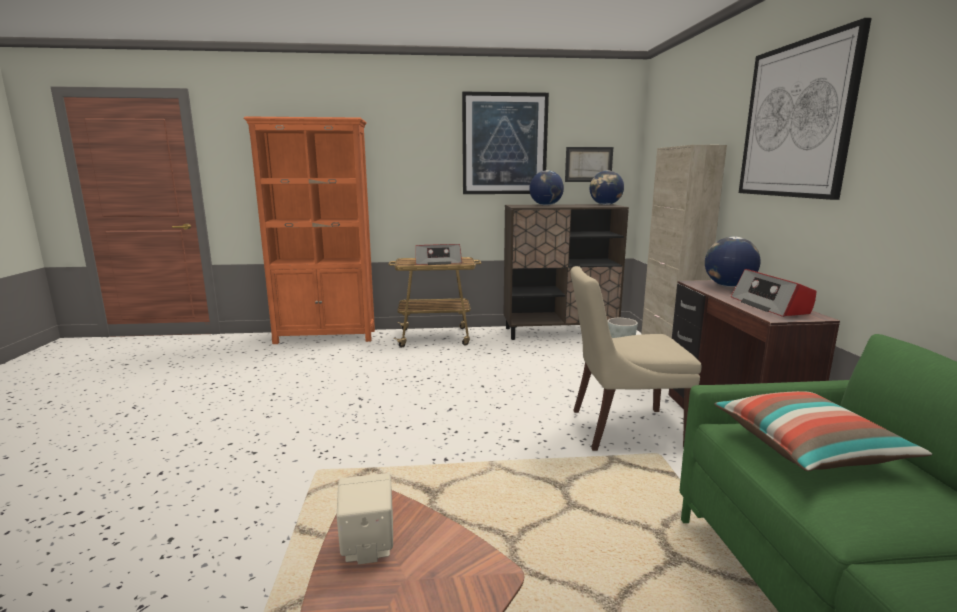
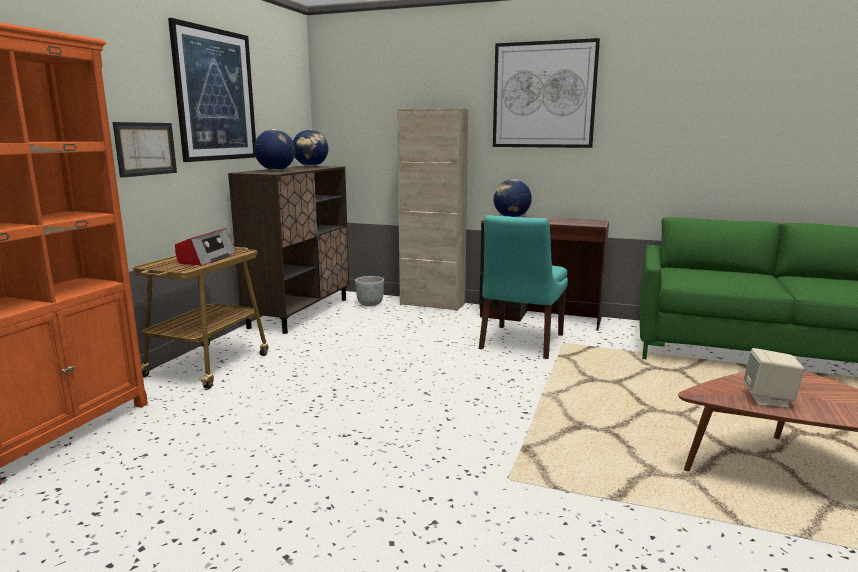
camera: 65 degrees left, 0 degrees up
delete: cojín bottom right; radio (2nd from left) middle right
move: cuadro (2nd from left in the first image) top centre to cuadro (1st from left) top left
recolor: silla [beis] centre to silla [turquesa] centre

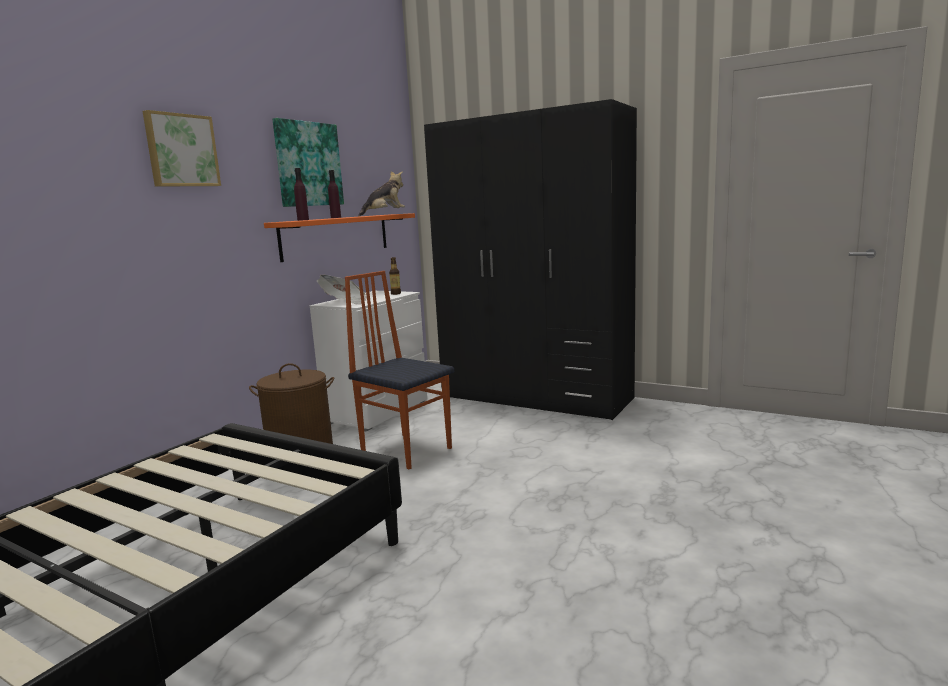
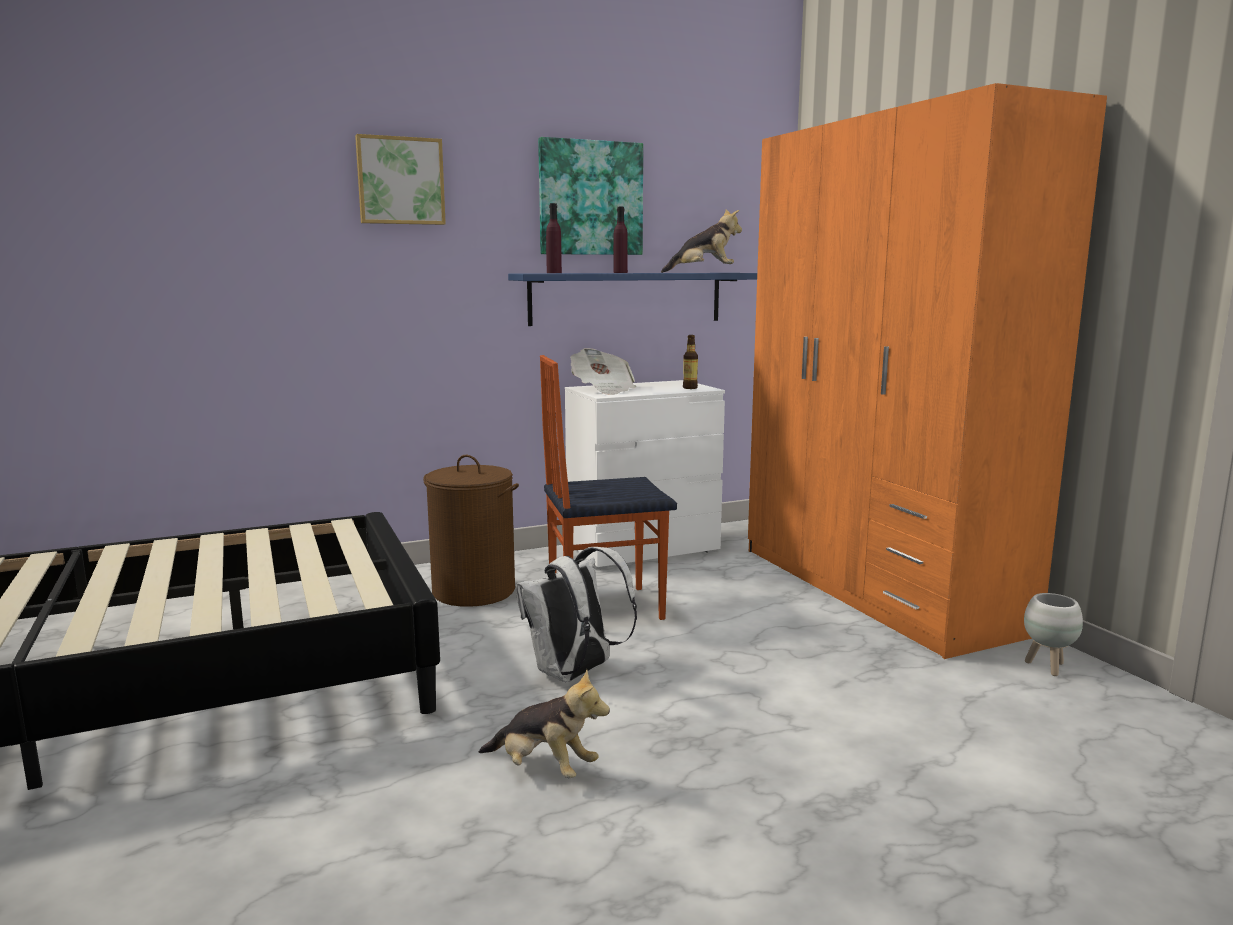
camera: 35 degrees right, 0 degrees up
insert: peluche (1st from left) bottom centre; mochila [blanco] centre; maceta [blanco] bottom right
recolor: estante [naranja] centre to estante [azul] top centre; armario ropero [negro] centre to armario ropero [naranja] middle right
rotate: silla centre = centre 90 degrees counterclockwise

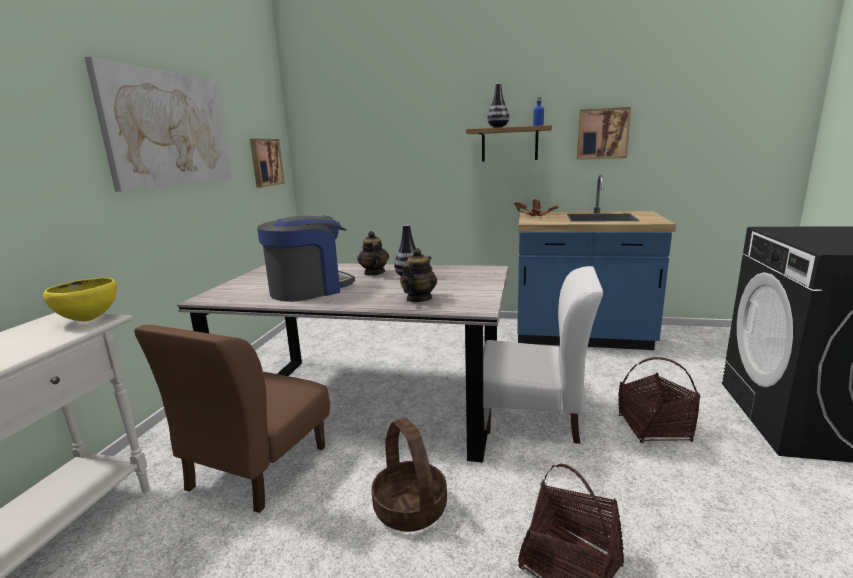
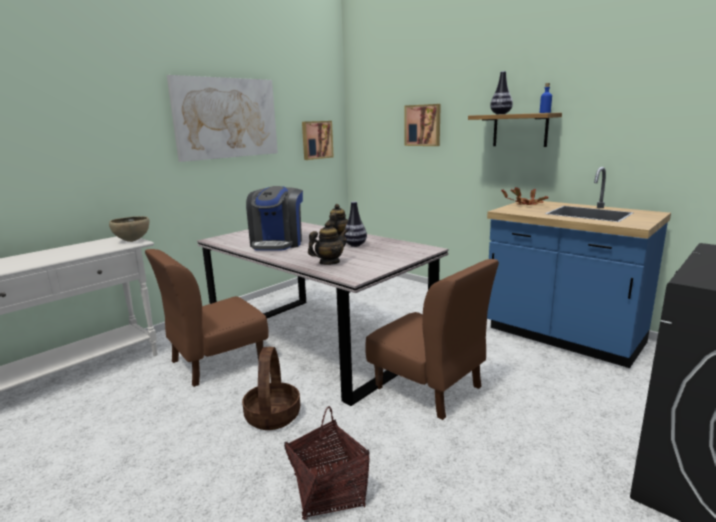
camera: 30 degrees right, 0 degrees up
delete: cesta (3rd from left) bottom right
move: cuadro (3rd from left) top right to top centre
recolor: cuenco [amarillo] middle left to cuenco [marrón] middle left; silla [blanco] centre to silla [marrón] (2nd from left) centre
rotate: cafetera centre = centre 105 degrees clockwise

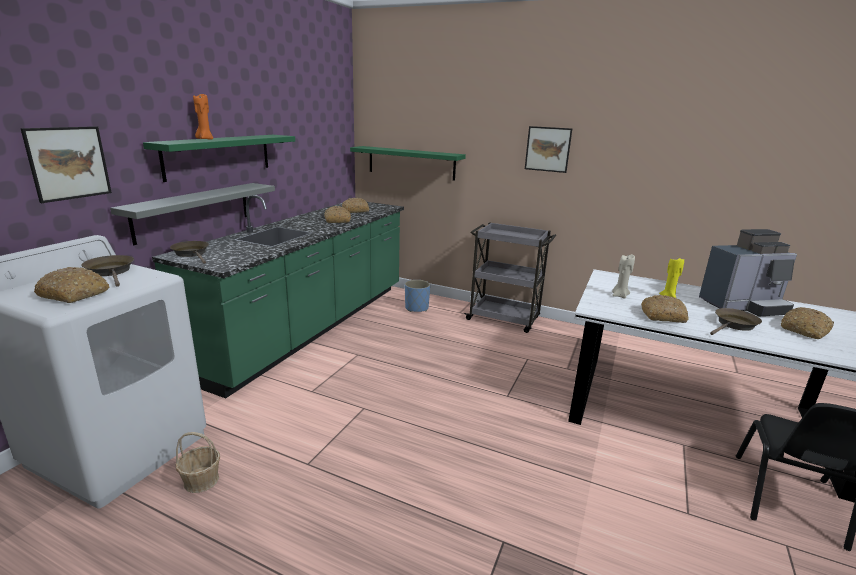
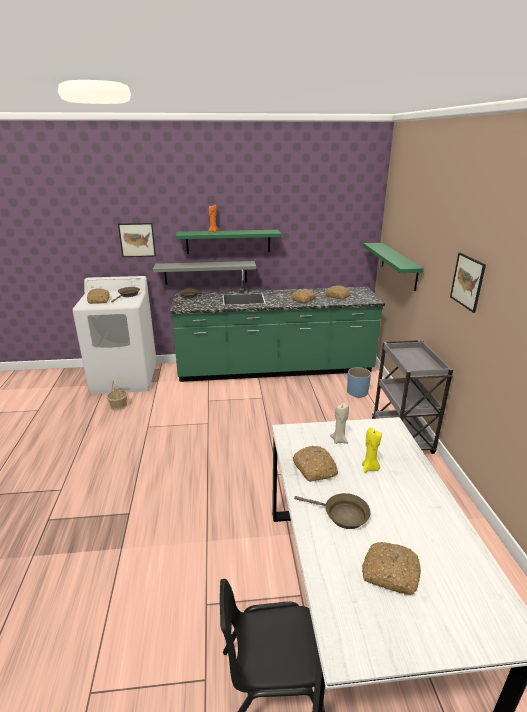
camera: 60 degrees right, 5 degrees up
delete: cafetera middle right

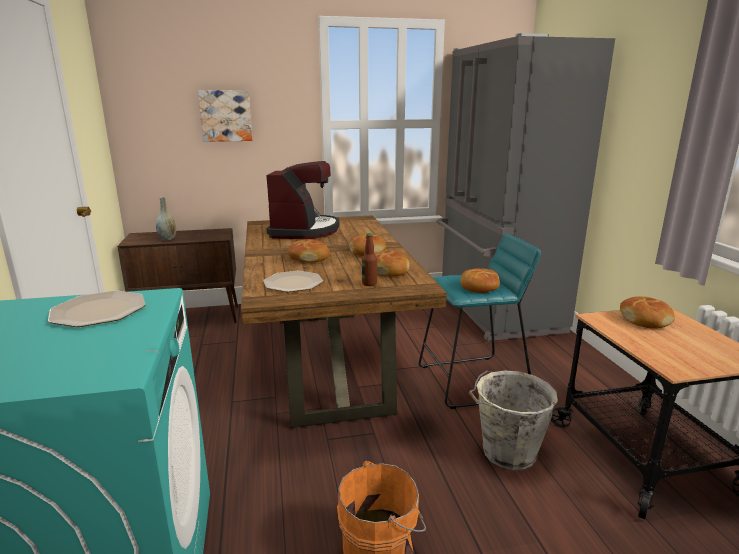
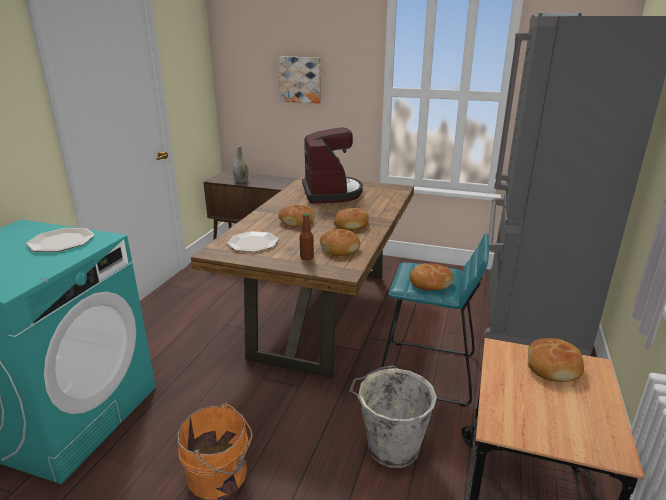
camera: 30 degrees right, 5 degrees up
rotate: cafetera centre = top centre 45 degrees counterclockwise

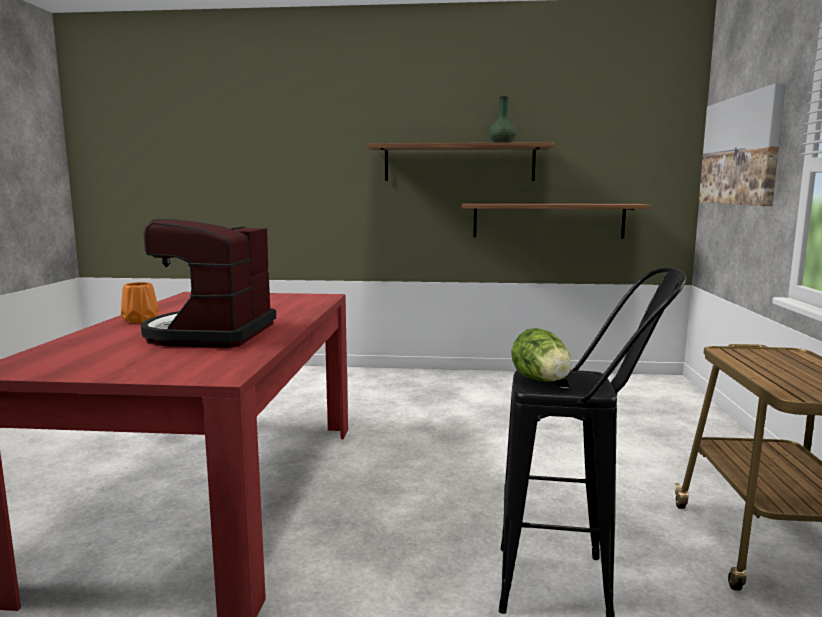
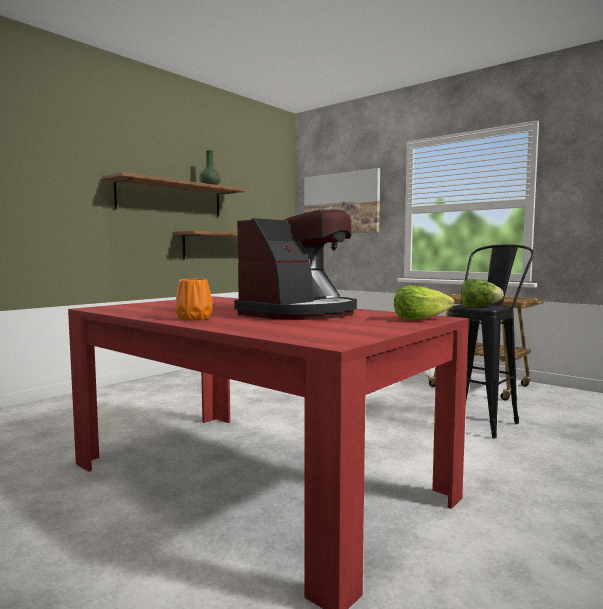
camera: 55 degrees left, 5 degrees down
insert: lechuga (1st from left) middle right
rotate: cafetera middle left = centre 90 degrees counterclockwise

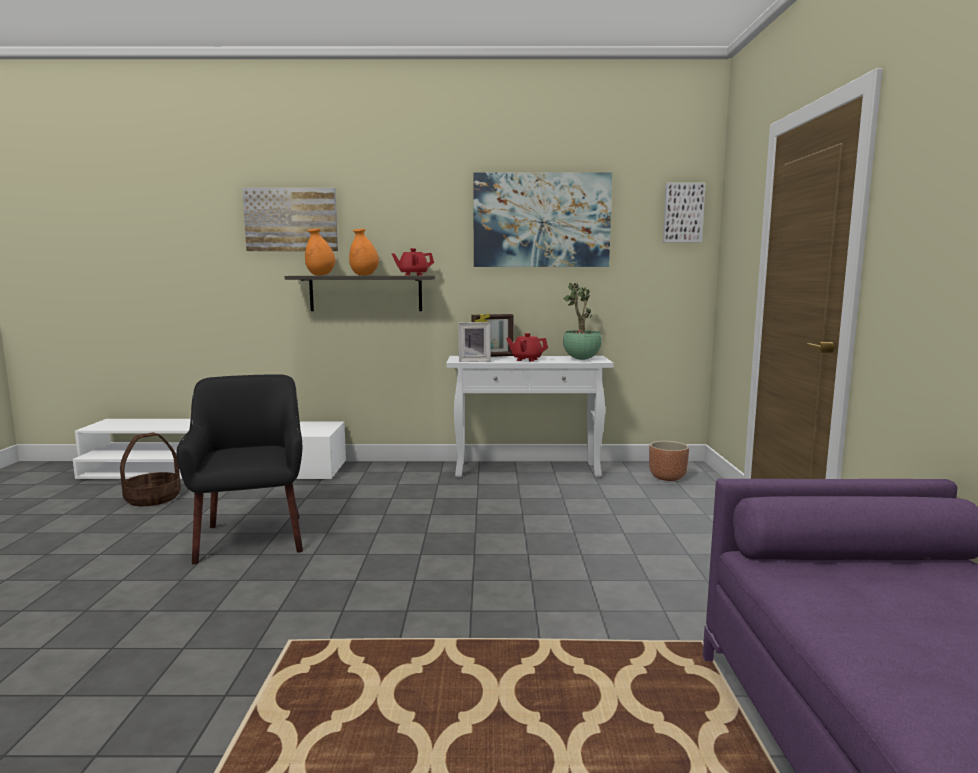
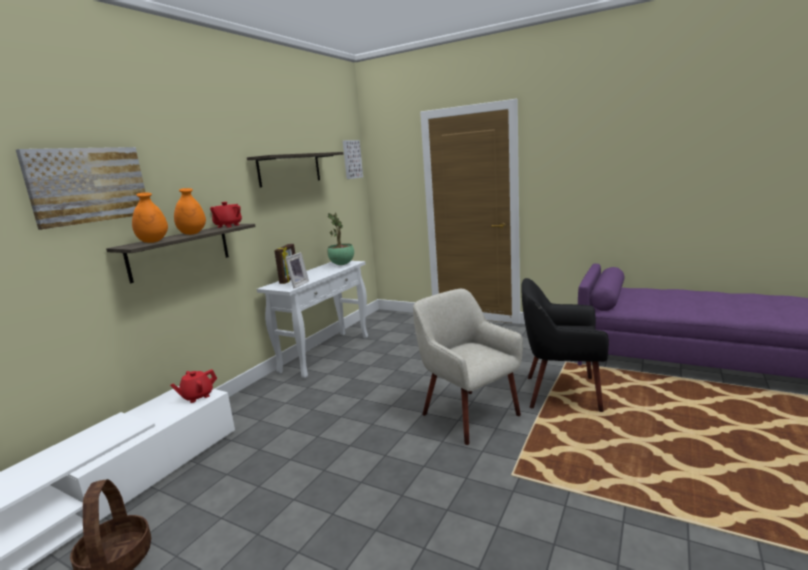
camera: 60 degrees left, 5 degrees up
delete: maceta [marrón] middle right
insert: sillón [beis] centre
move: sillón [negro] middle left to middle right; tetera [rojo] (2nd from left in the first image) centre to tetera [rojo] (1st from left) bottom left
replace: cuadro (2nd from left) top centre to estante (2nd from left) top centre

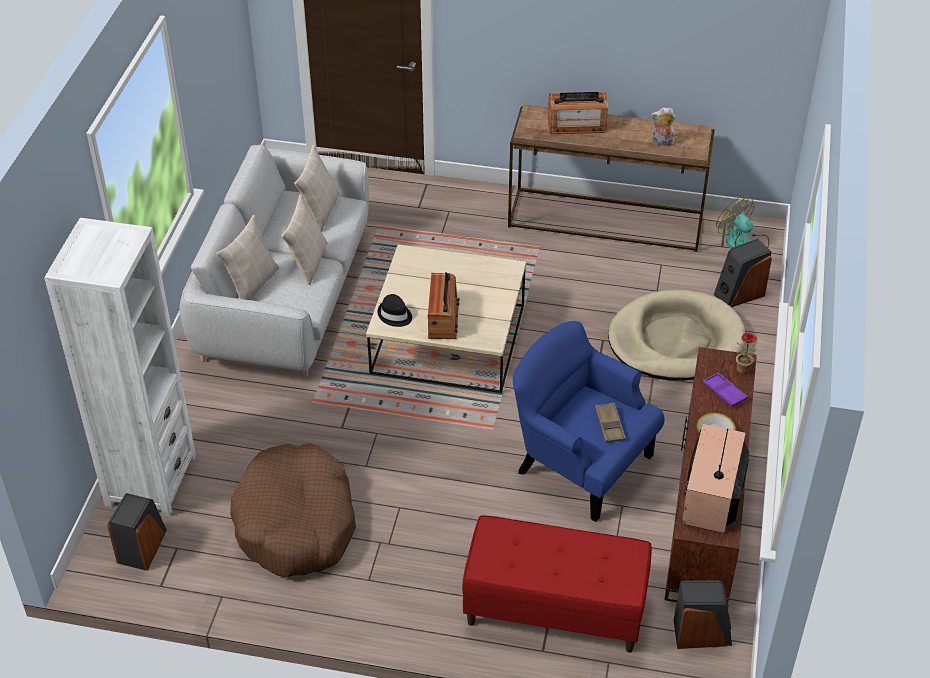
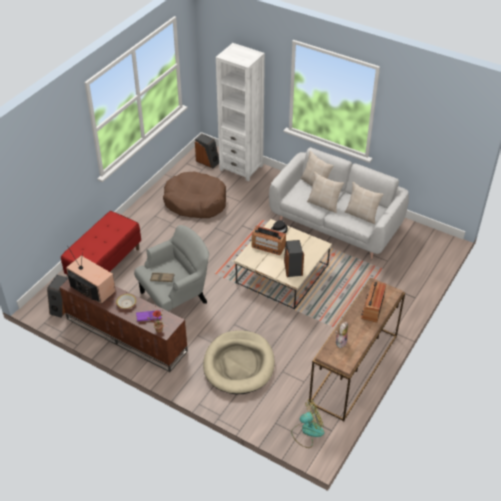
camera: 110 degrees right, 0 degrees up
move: altavoz (3rd from left) middle right to centre
recolor: sillón [azul] centre to sillón [gris] centre

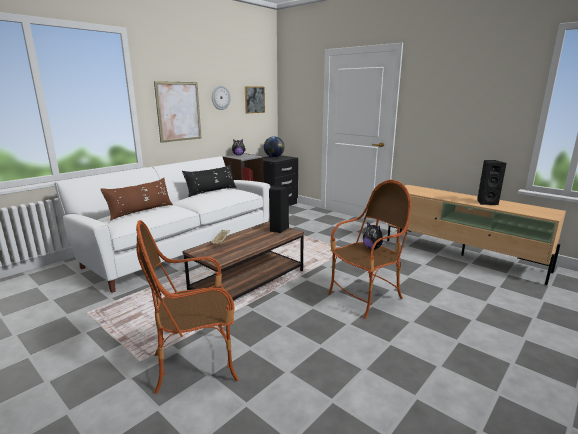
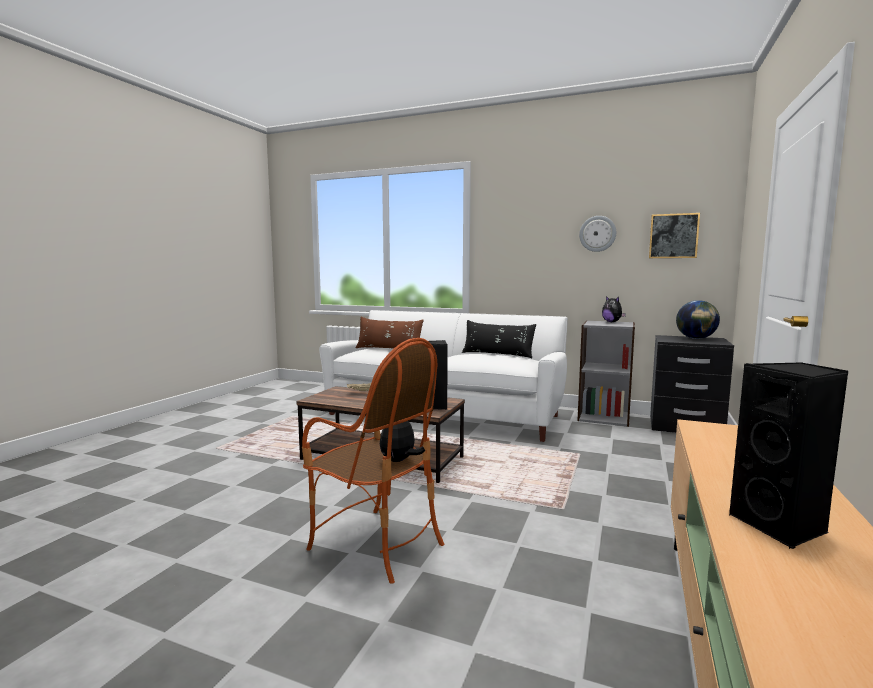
camera: 70 degrees right, 10 degrees down
delete: sillón (1st from left) bottom left; cuadro (1st from left) top left

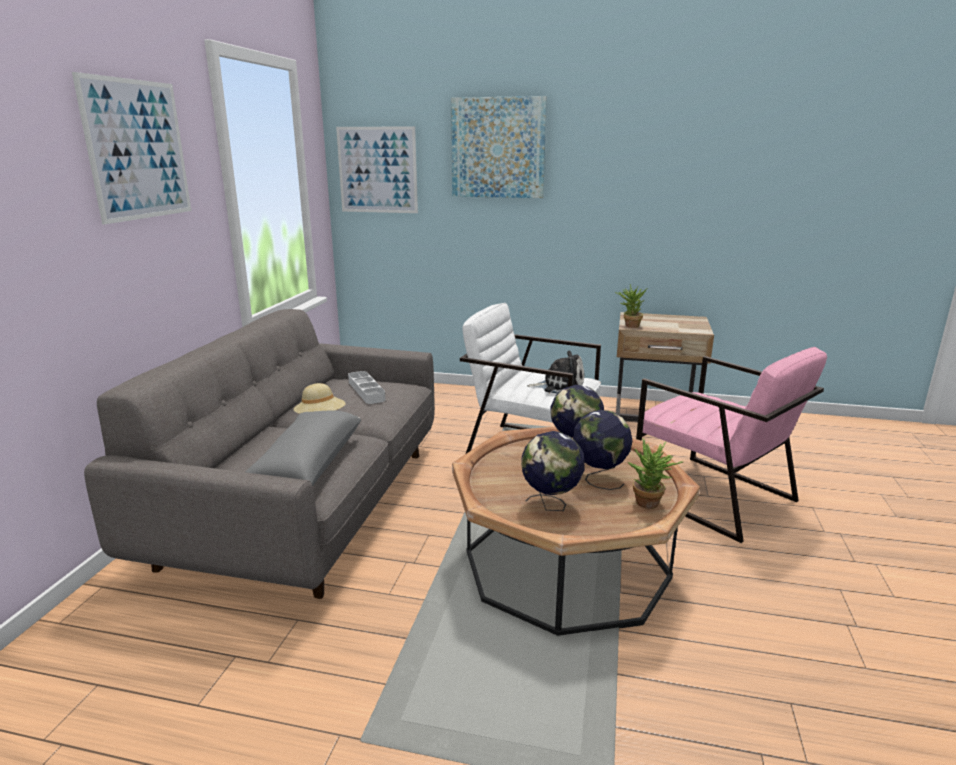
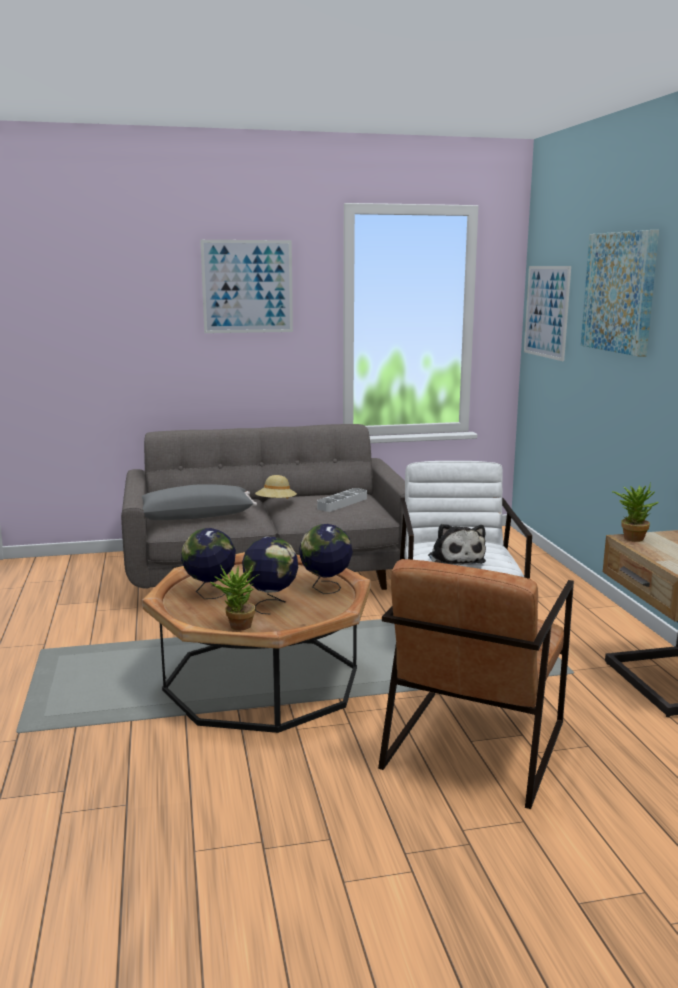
camera: 65 degrees right, 5 degrees down
recolor: sillón [rosa] middle right to sillón [marrón] bottom right

